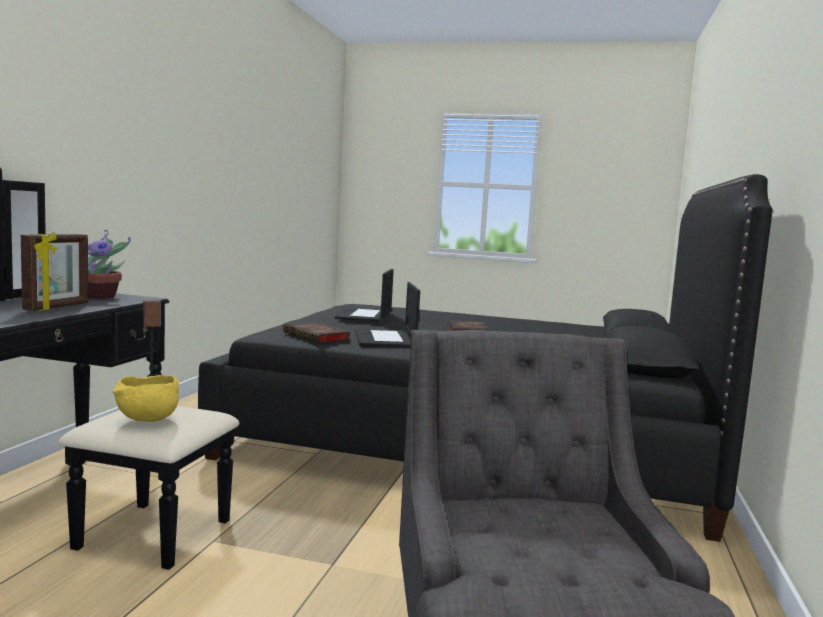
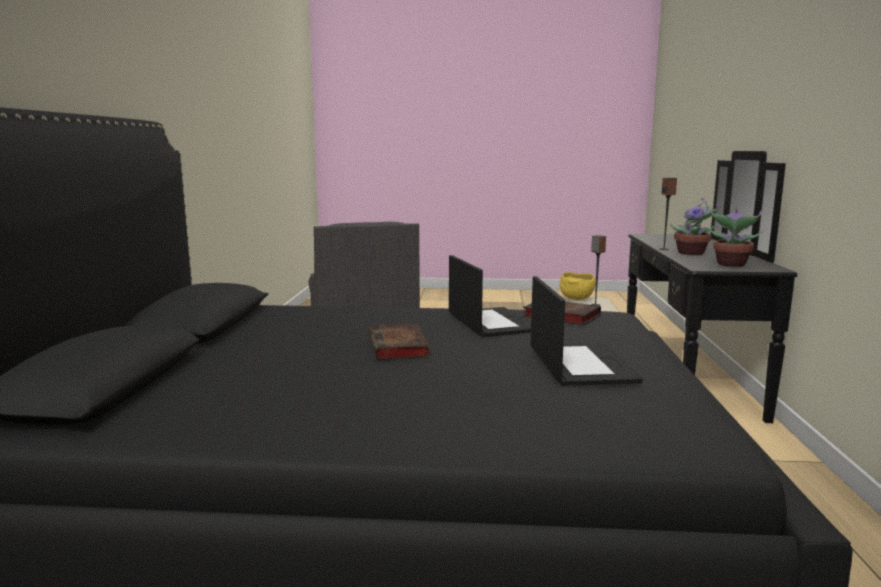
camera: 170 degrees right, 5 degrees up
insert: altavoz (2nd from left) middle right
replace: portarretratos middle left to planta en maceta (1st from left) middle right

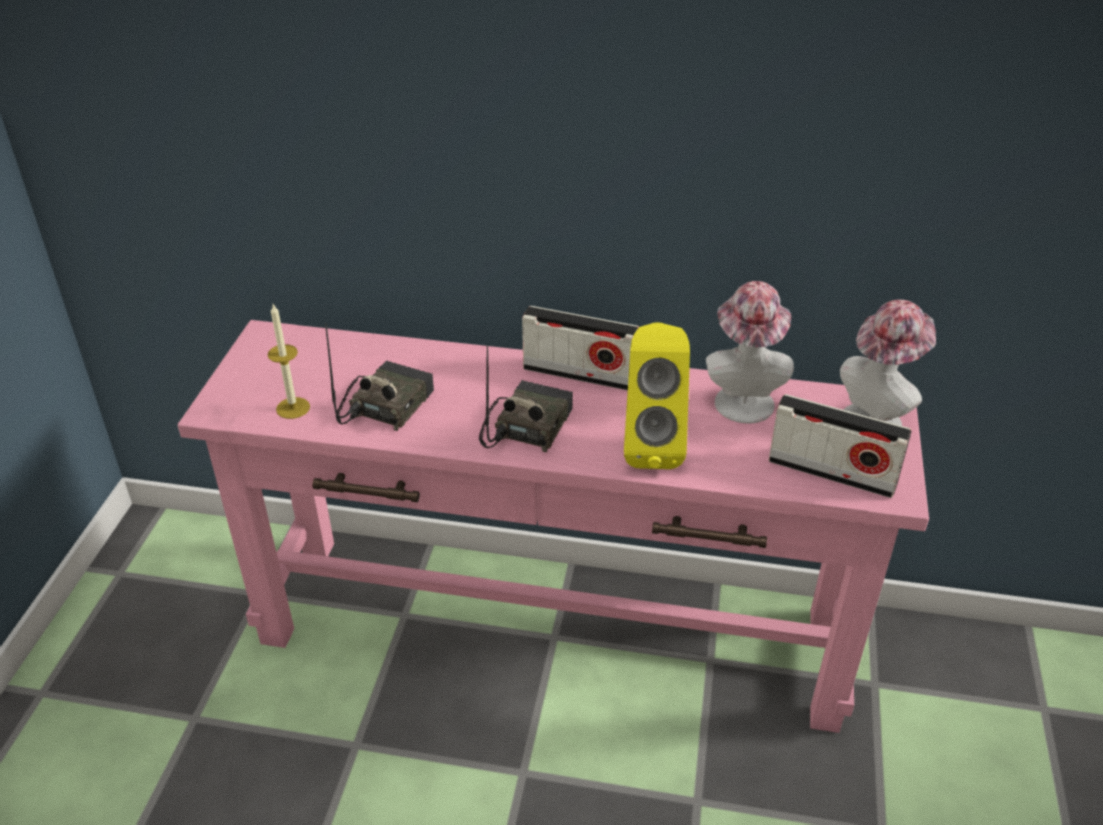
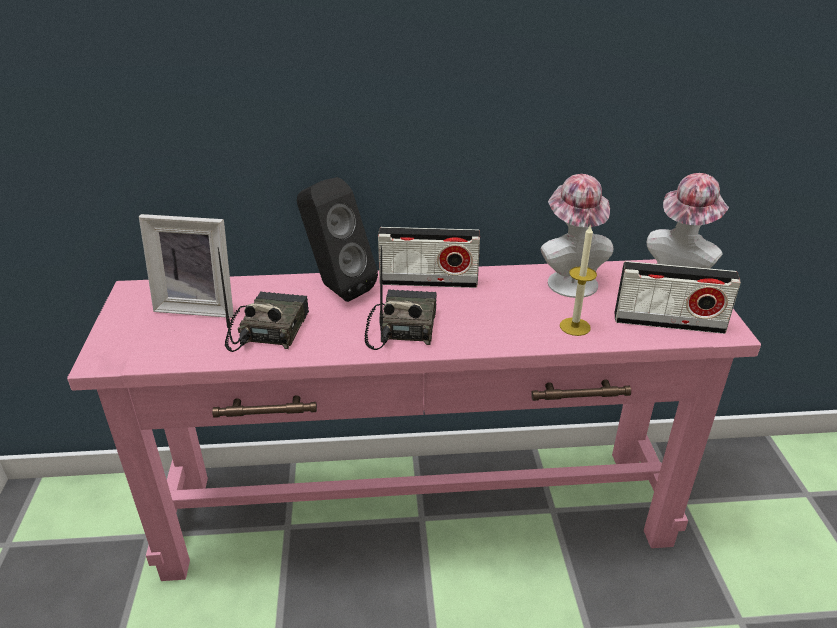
camera: 15 degrees left, 5 degrees down
delete: altavoz [amarillo] centre
insert: portarretratos middle left; altavoz [negro] centre
move: vela middle left to middle right

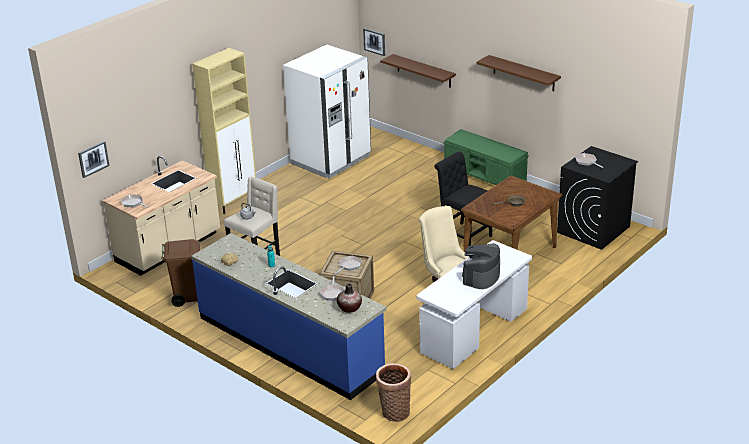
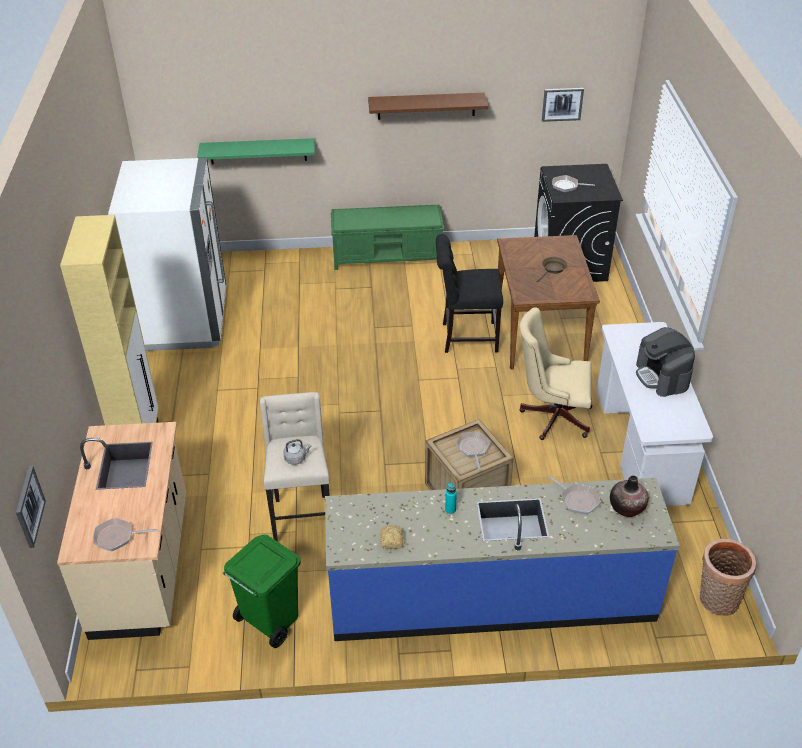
camera: 45 degrees left, 10 degrees up
move: cuadro (2nd from left) top centre to top right
recolor: papelera [marrón] middle left to papelera [verde] bottom left; estante [marrón] (1st from left) top centre to estante [verde] top left

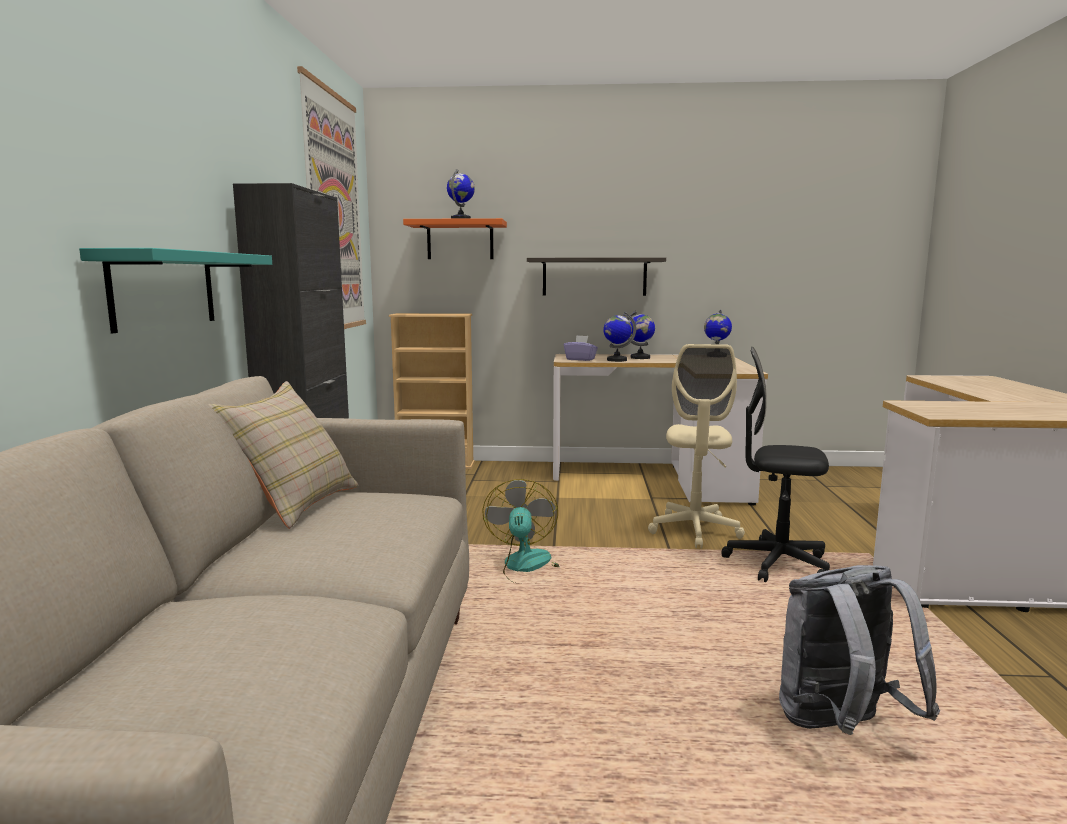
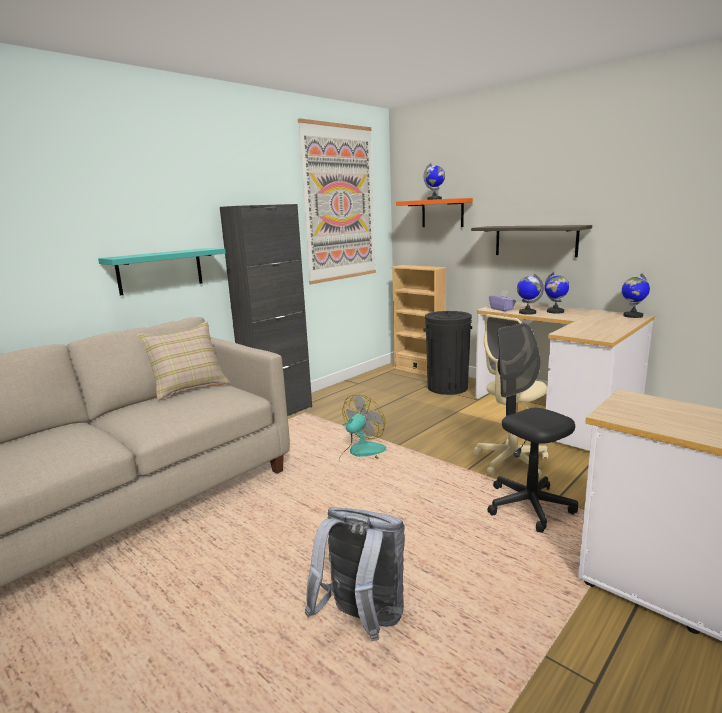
camera: 40 degrees right, 5 degrees up
insert: papelera [negro] centre

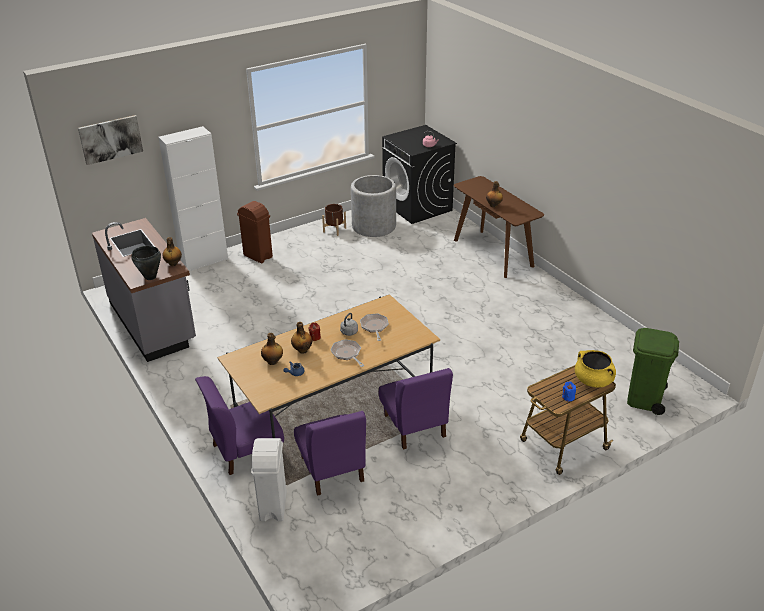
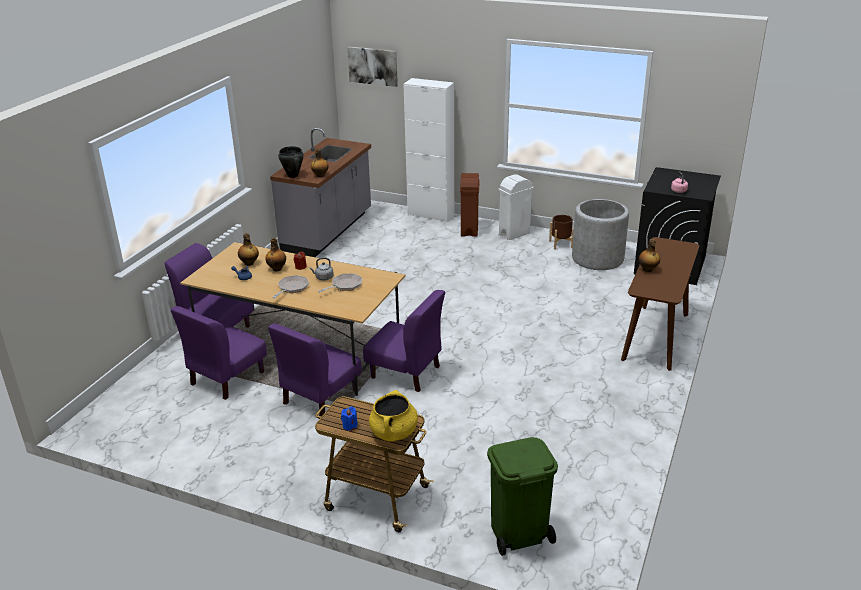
camera: 55 degrees right, 5 degrees down
insert: silla [morado] (4th from left) centre
move: papelera [blanco] bottom centre to centre

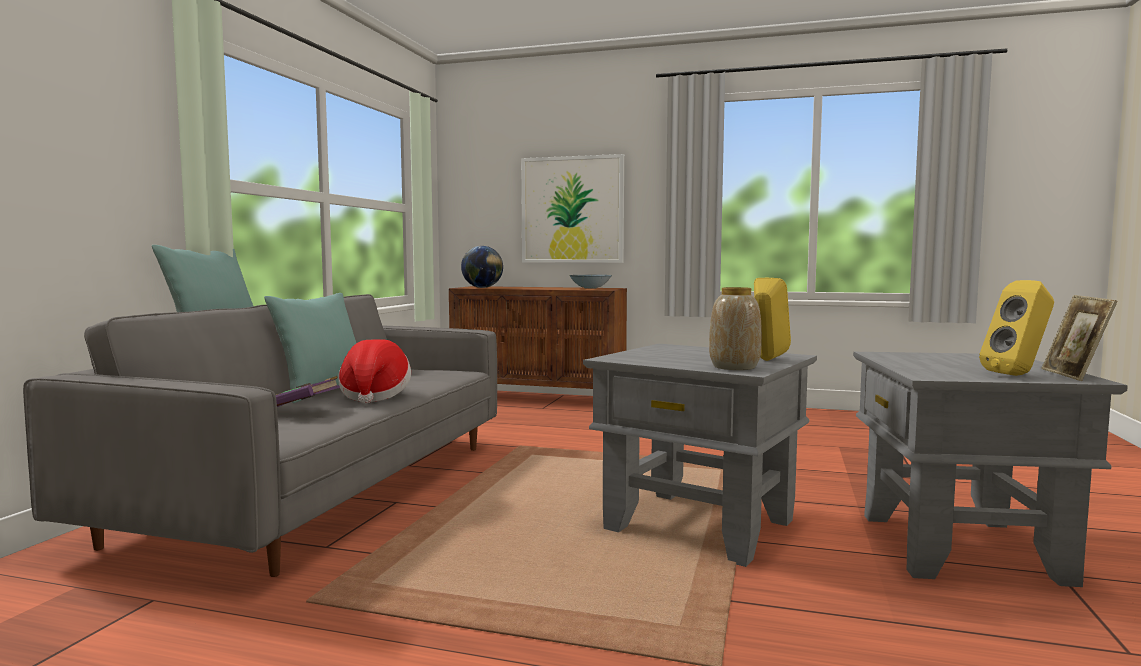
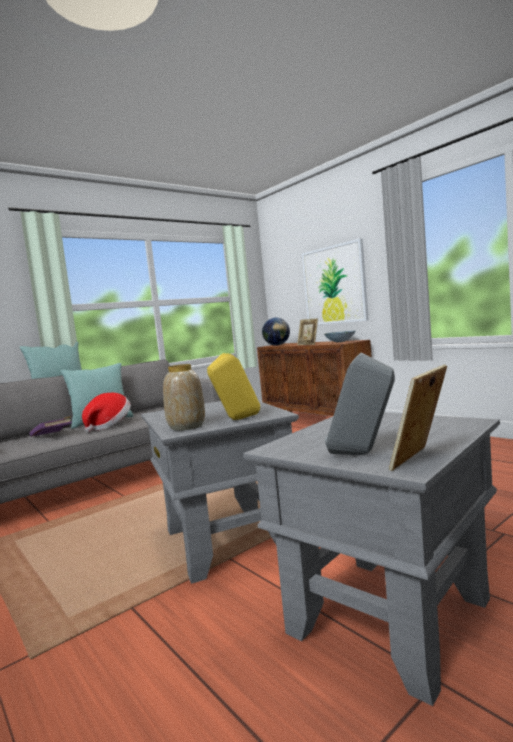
camera: 35 degrees right, 0 degrees up
insert: portarretratos (1st from left) centre
recolor: altavoz [amarillo] (2nd from left) middle right to altavoz [gris] middle right

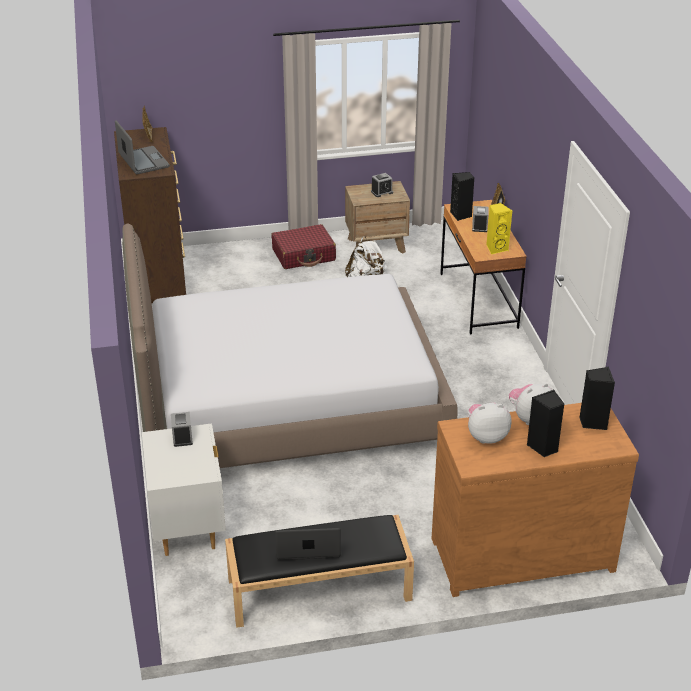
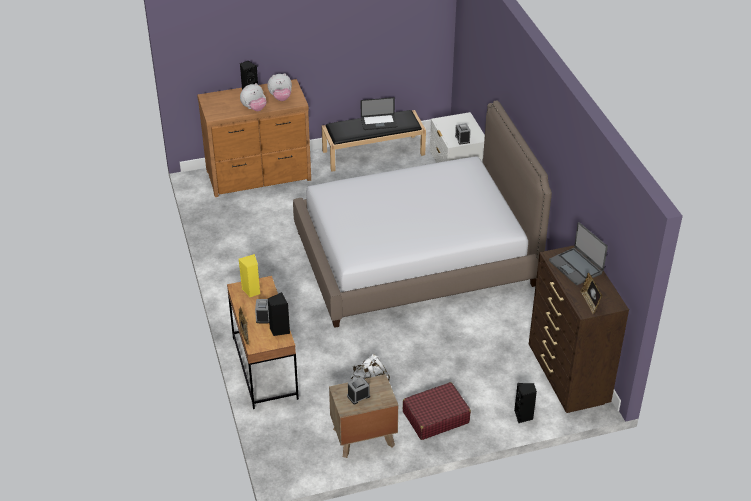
camera: 175 degrees right, 5 degrees up
move: altavoz [negro] (3rd from left) middle right to bottom right

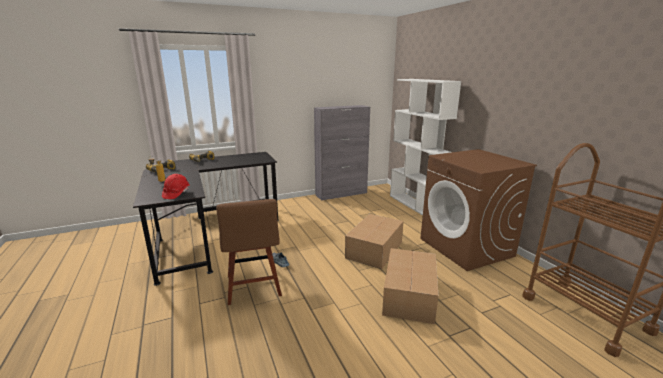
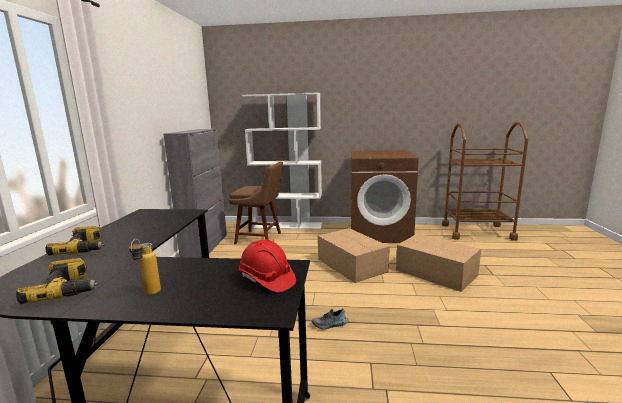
camera: 60 degrees left, 5 degrees down
move: silla [marrón] bottom centre to centre

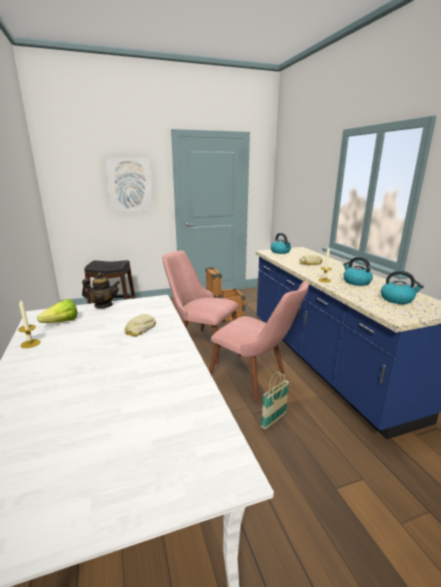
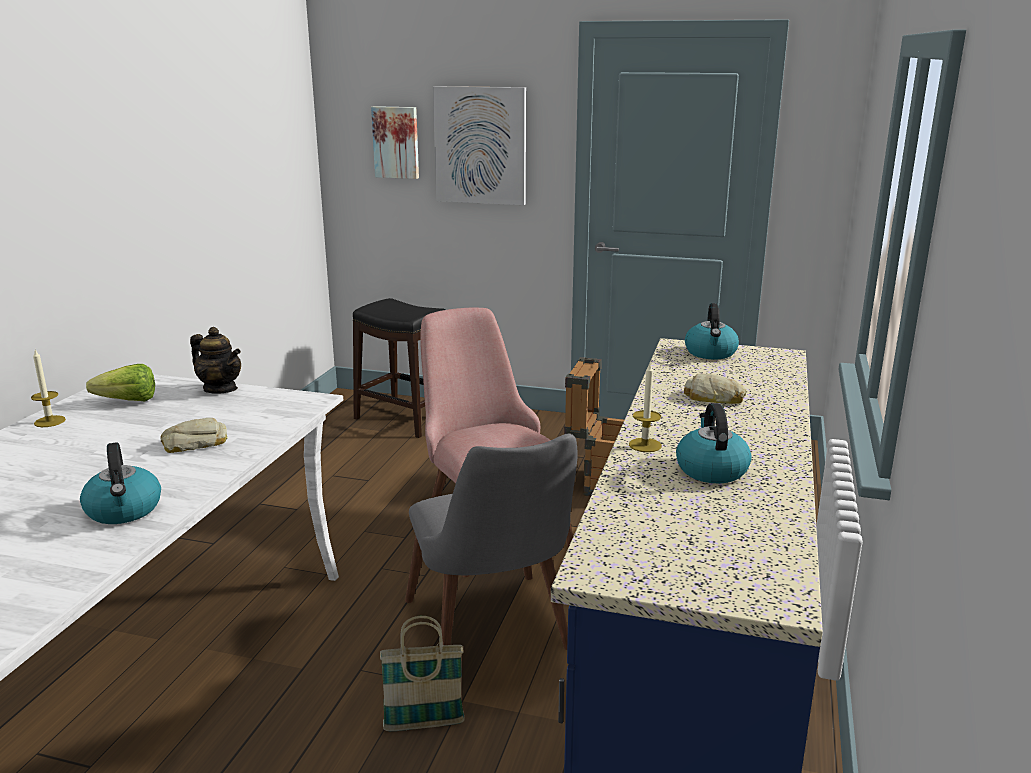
camera: 35 degrees right, 0 degrees up
insert: cuadro (1st from left) top centre
move: hervidor (3rd from left in the first image) middle right to hervidor (1st from left) middle left
recolor: silla [rosa] (2nd from left) centre to silla [gris] bottom centre

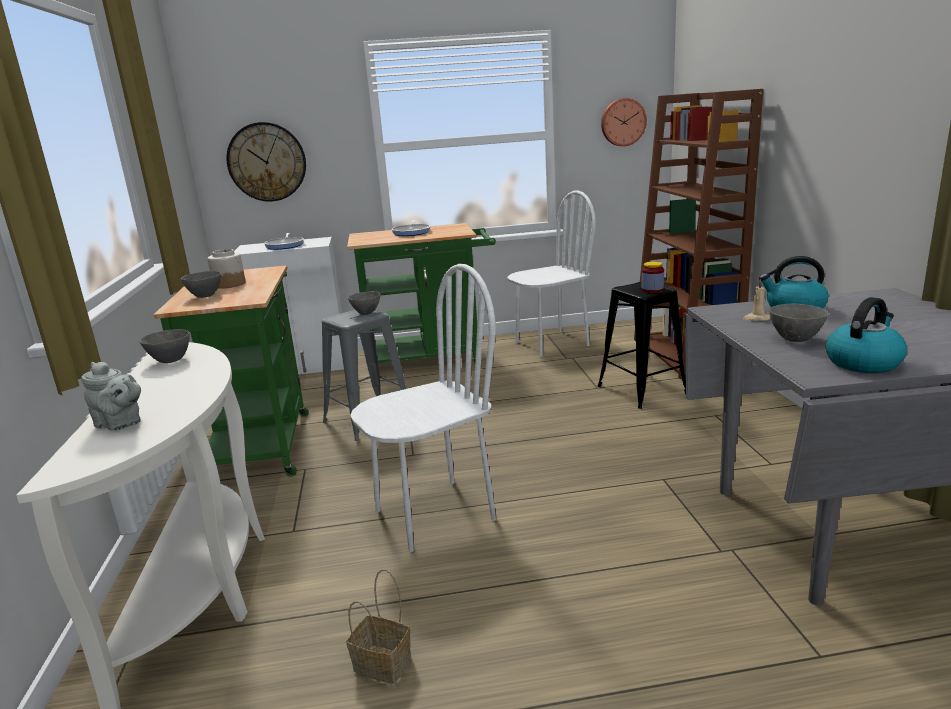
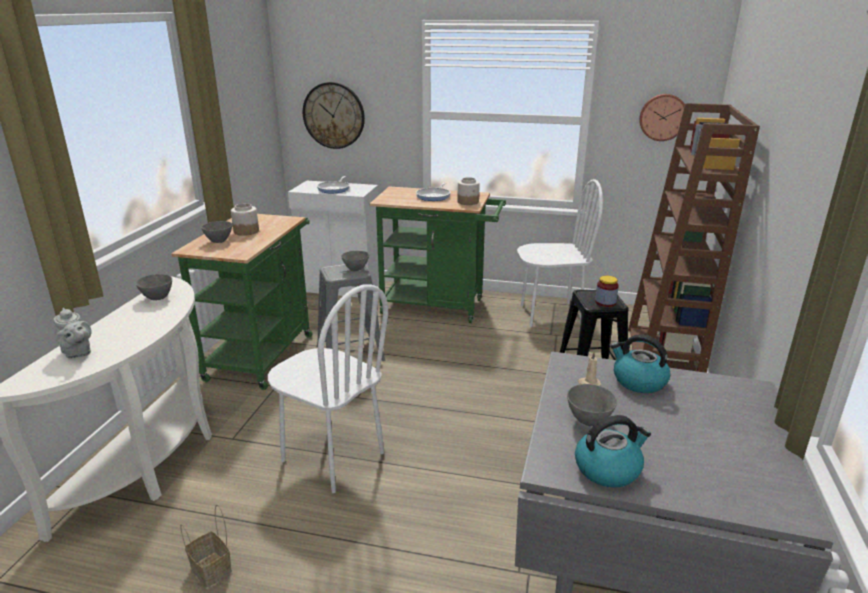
camera: 20 degrees right, 5 degrees up
insert: tarro (2nd from left) top centre
rotate: silla [blanco] (1st from left) centre = centre 45 degrees clockwise

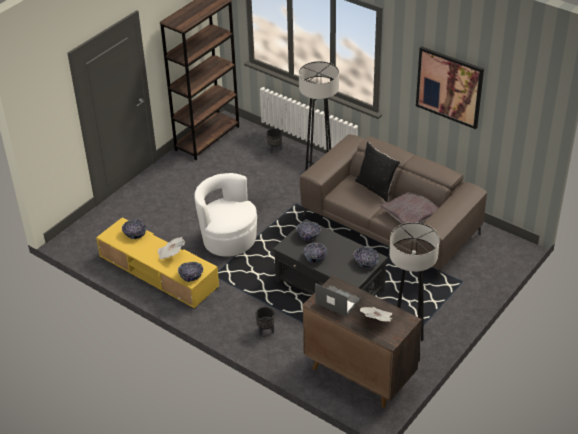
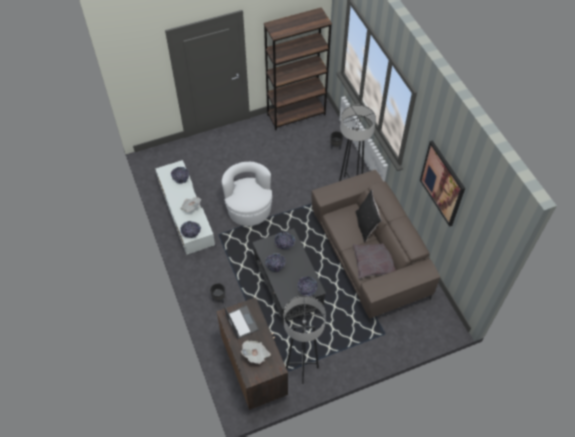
camera: 30 degrees right, 15 degrees up
recolor: mueble de televisión [amarillo] middle left to mueble de televisión [blanco] middle left

